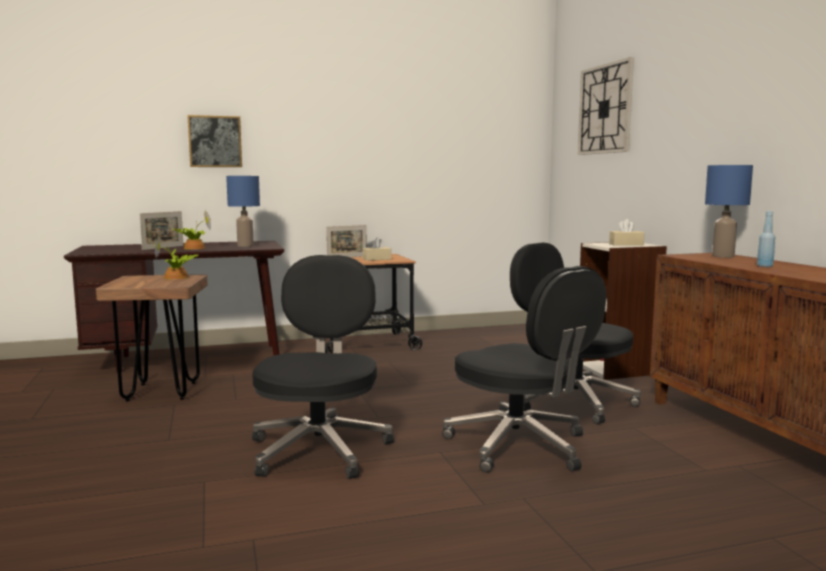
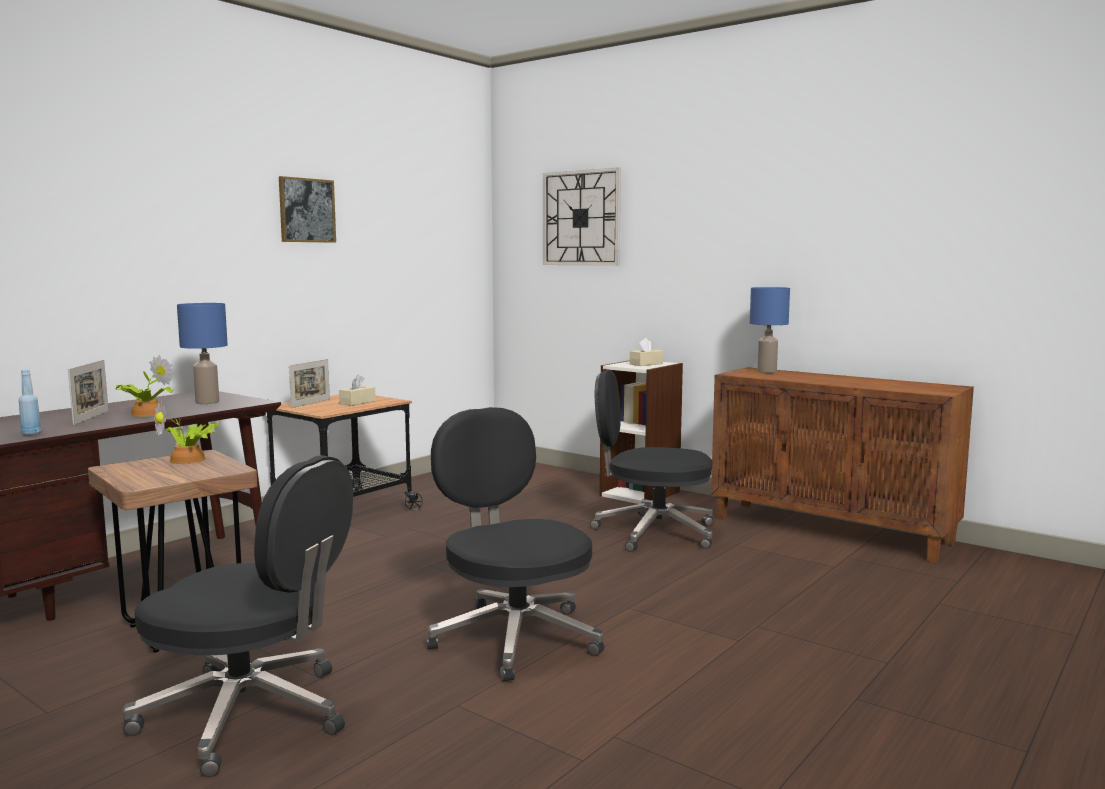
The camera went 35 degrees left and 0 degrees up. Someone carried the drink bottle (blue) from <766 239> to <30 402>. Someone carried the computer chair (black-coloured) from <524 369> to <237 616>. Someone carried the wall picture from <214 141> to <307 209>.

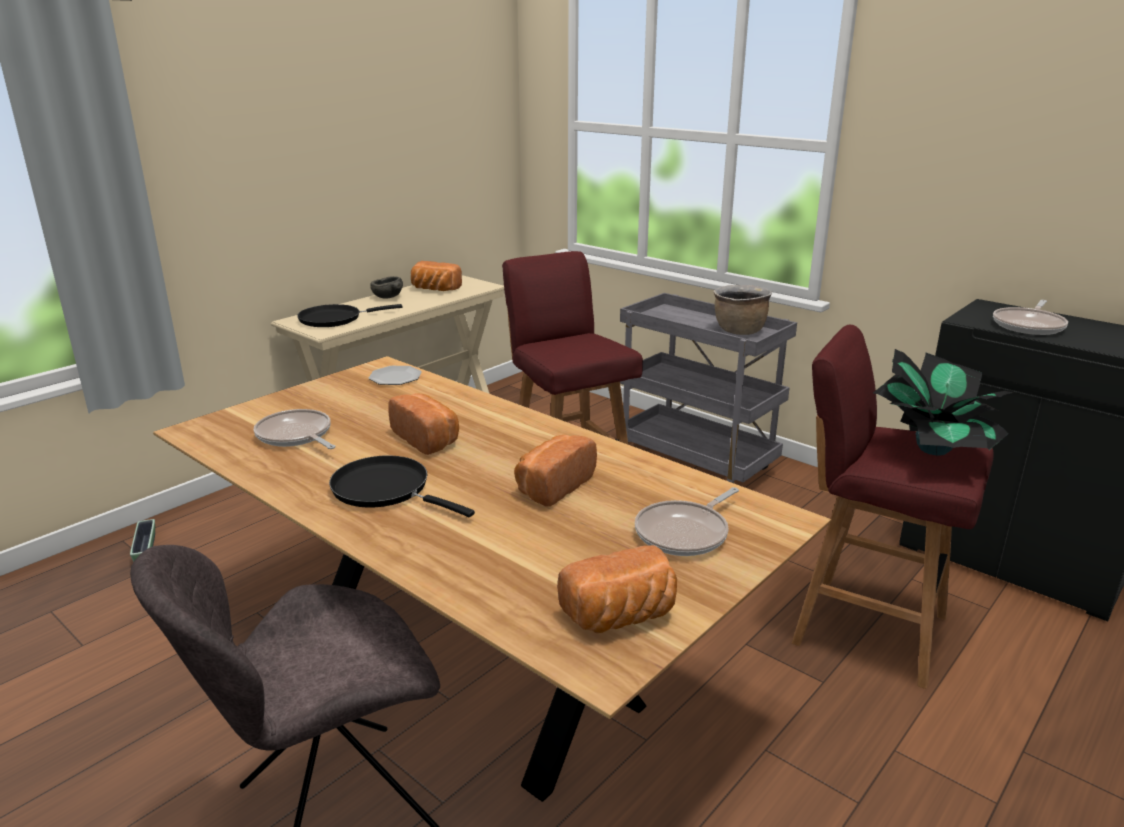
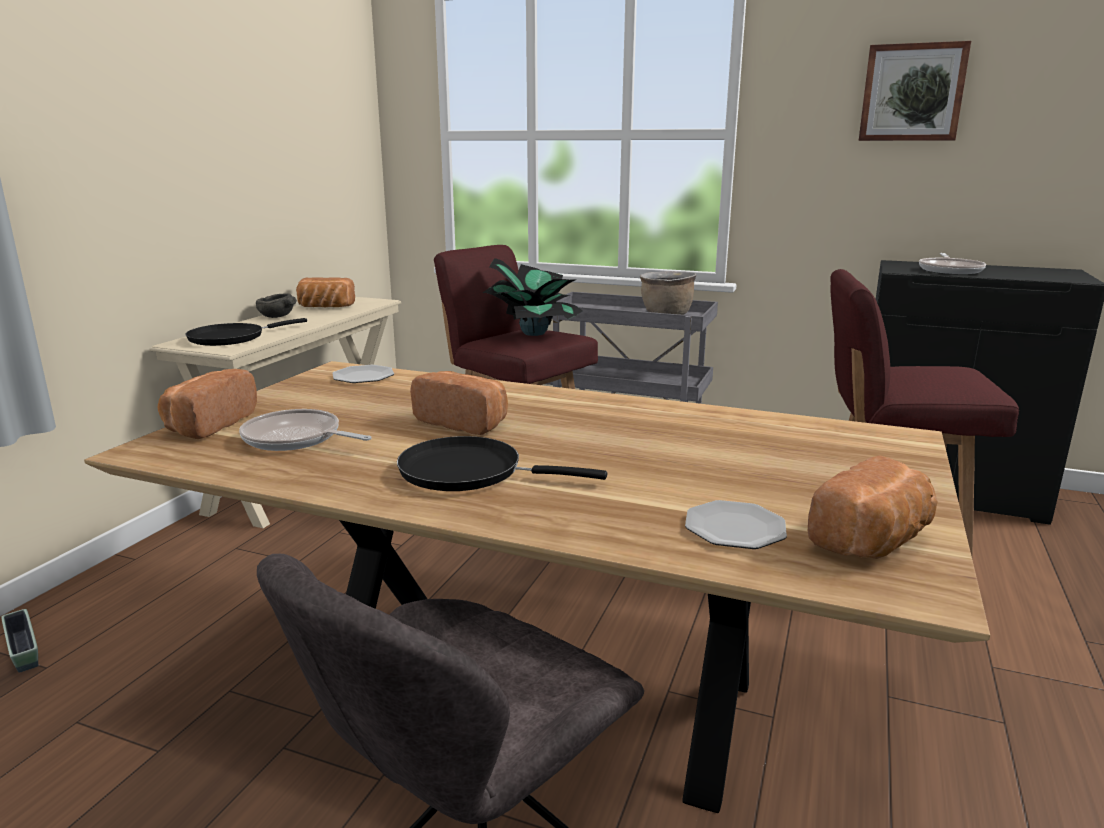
The camera went 20 degrees left and 5 degrees down. Someone carried the baked bread from <555 470> to <207 404>. Someone carried the plant in a pot from <943 402> to <533 297>. Someone put down the plate at <736 524>. Someone put up the wall picture at <915 91>. Someone took away the pan at <687 521>.

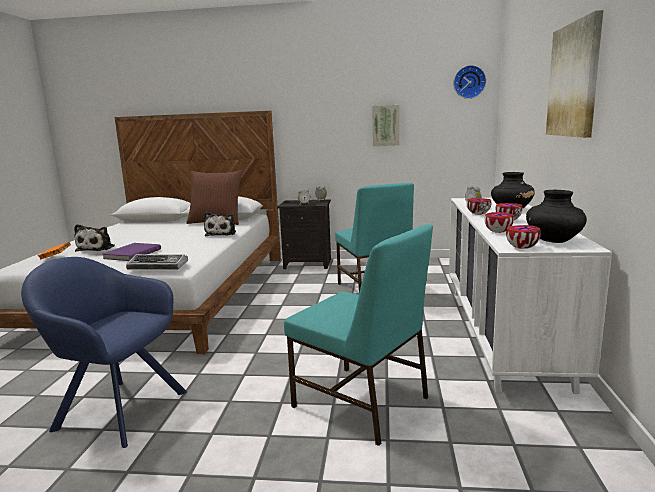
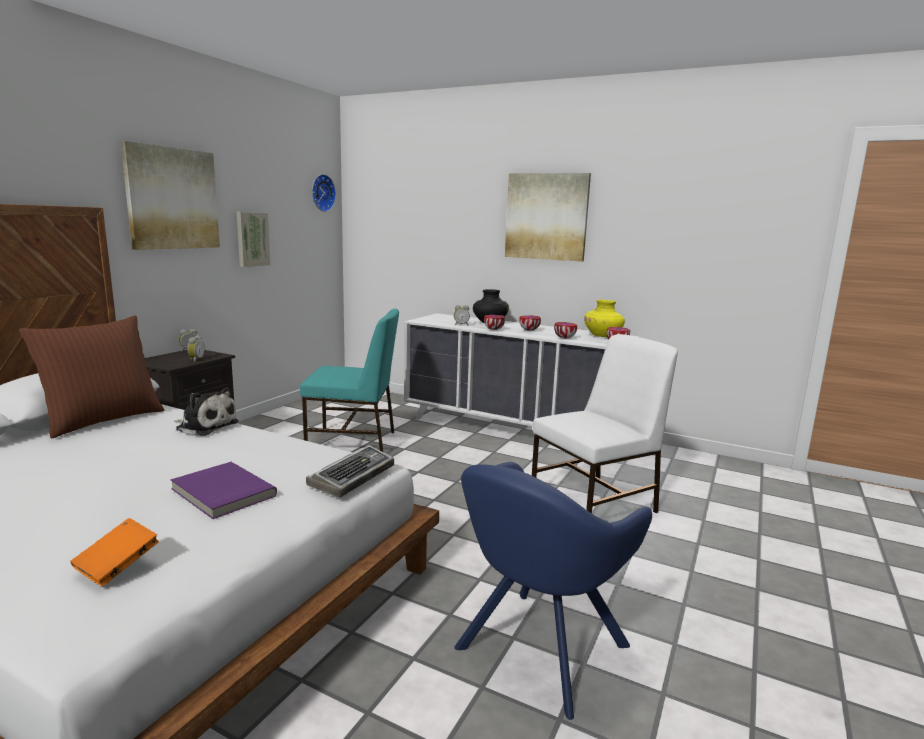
The camera went 70 degrees left and 0 degrees up. Someone put up the wall picture at <170 195>. Someone repainted the plain chair (turquoise-coloured) at <358 335>, which became the plain chair (whitish) at <605 424>. Someone repainted the decorative vase (black-coloured) at <556 216>, which became the decorative vase (yellowish) at <604 318>. Someone took away the plush toy at <94 238>.

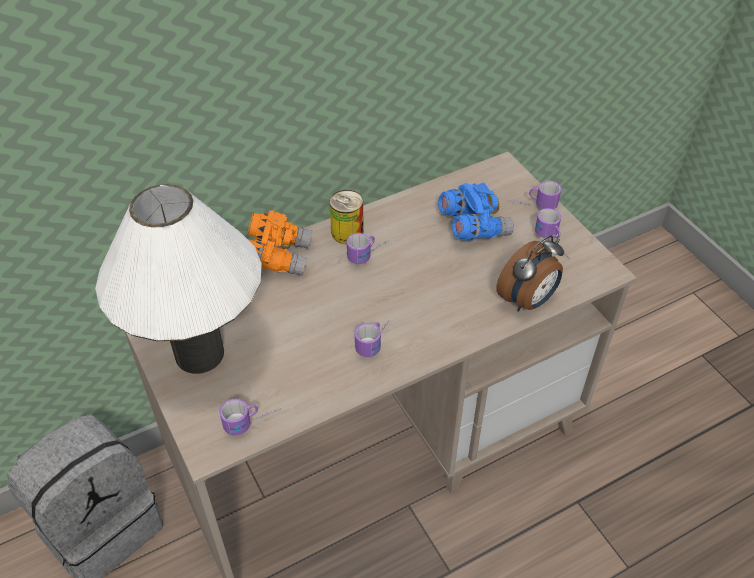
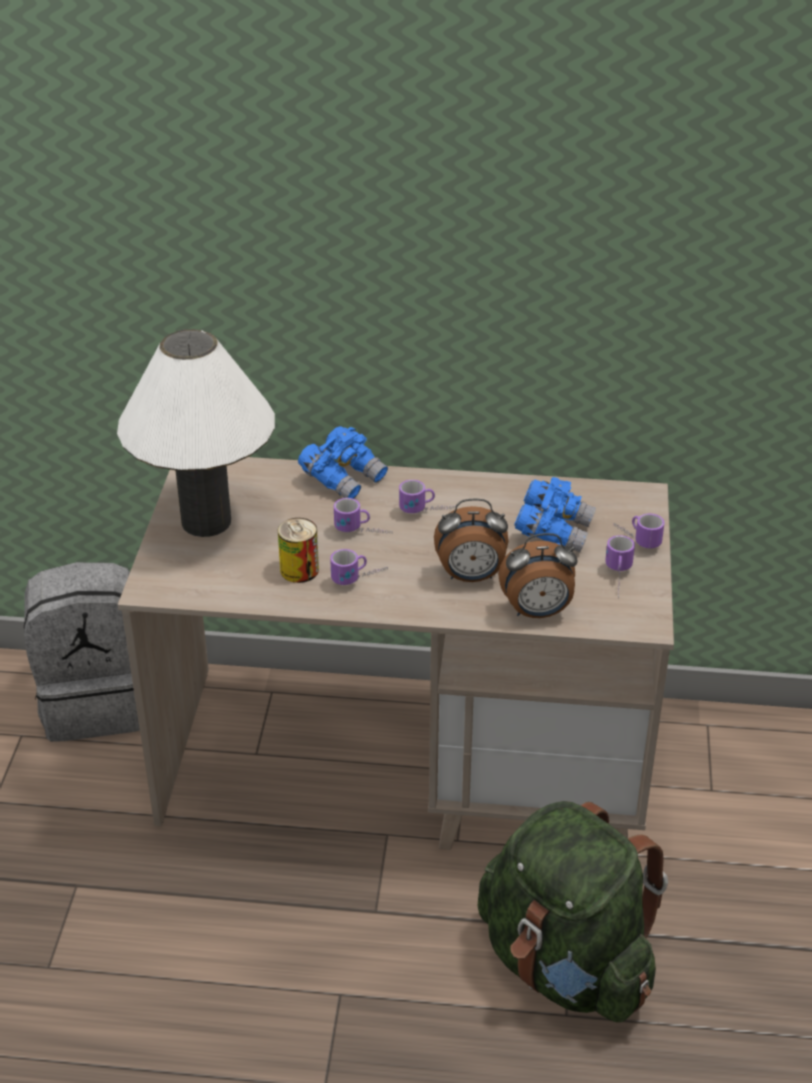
The camera went 35 degrees right and 10 degrees down. Someone carried the sealed can from <347 217> to <298 550>. Someone repainted the field glasses (orange) at <280 243>, which became the field glasses (blue) at <343 462>. Someone carried the tea mug from <250 417> to <363 516>. Someone put down the bedside clock at <471 540>. Someone put down the rucksack (green-coloured) at <573 912>.

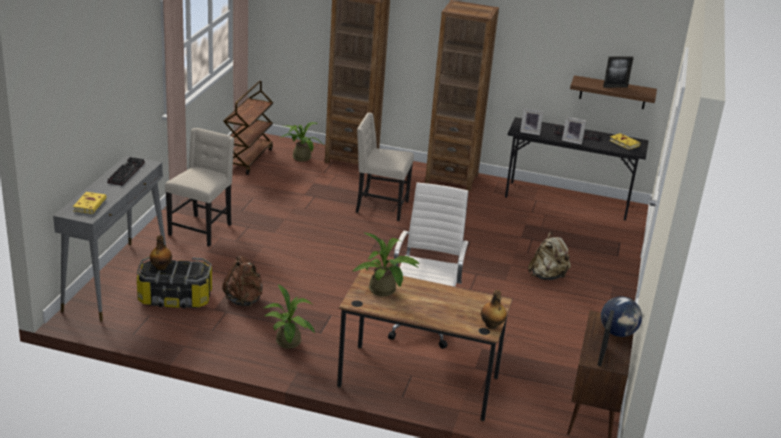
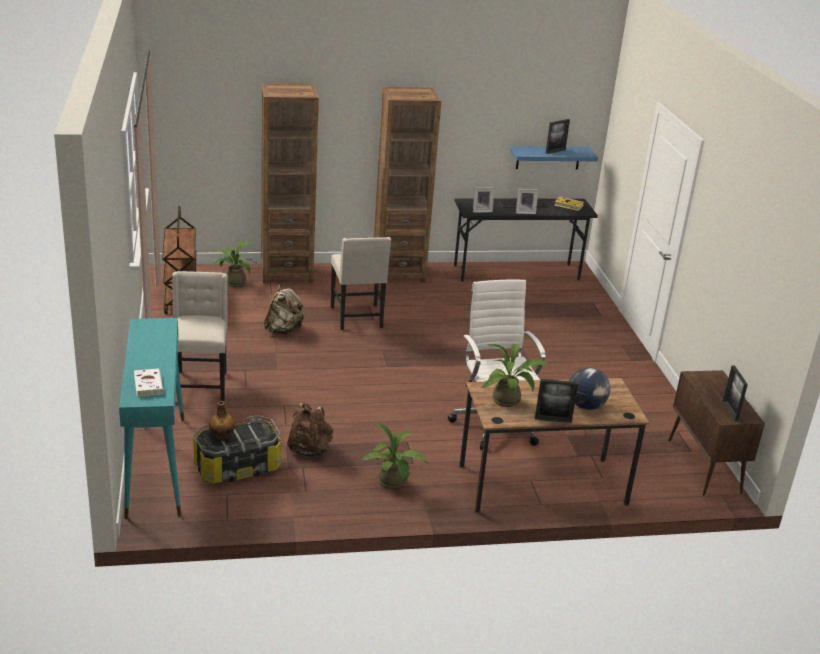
The camera went 25 degrees left and 0 degrees up. Someone repainted the narrow table (gray) at <109 238>, which became the narrow table (turquoise-coloured) at <151 418>. Someone repainted the bound book (yellowish) at <89 203>, which became the bound book (whitish) at <149 382>. Someone carried the rucksack (beige-coloured) from <549 256> to <284 309>. Someone rotated the plain chair (beige-coloured) at <385 167> by 90 degrees counterclockwise. Someone repainted the wall shelf (brownish) at <613 92>, which became the wall shelf (blue) at <554 157>. Someone put down the picture frame at <556 401>. Someone carried the desk globe from <621 316> to <589 389>. Someone took away the PC keyboard at <126 171>. Someone took away the drink bottle at <494 309>.

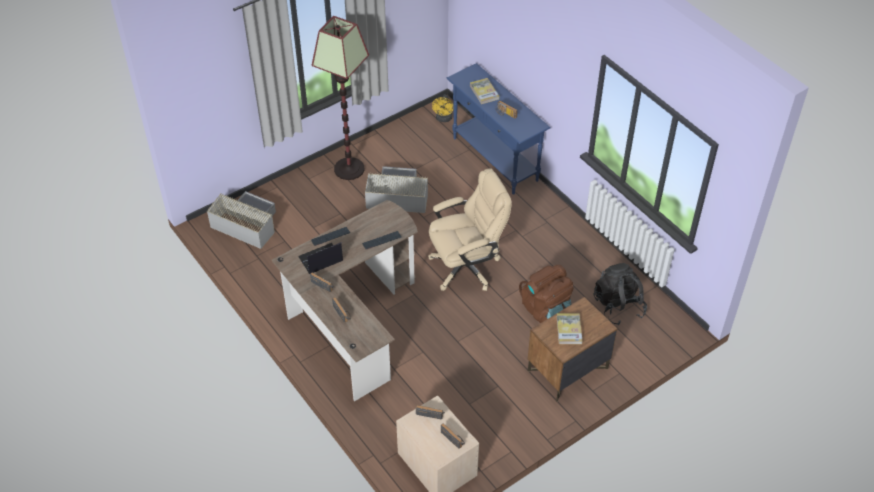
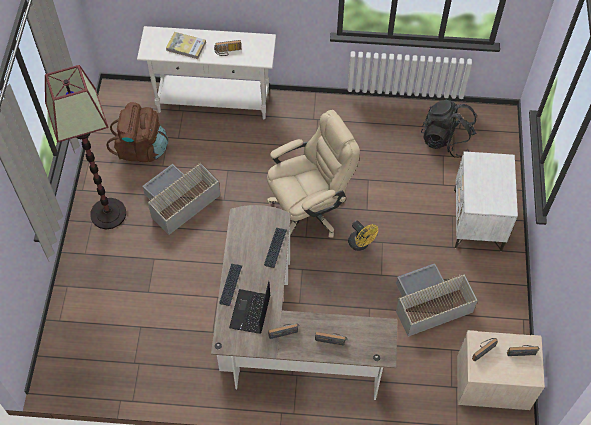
The camera went 50 degrees left and 10 degrees up. Someone carried the rucksack (brownish) from <546 294> to <137 132>. Someone repainted the narrow table (blue) at <499 129>, which became the narrow table (whitish) at <206 72>. Someone rotated the computer chair (beige-coloured) at <470 229> by 45 degrees clockwise. Someone carried the fan (yellowish) from <442 108> to <363 236>. Someone carried the storage bin (gray) from <241 220> to <437 300>. Someone repainted the bedside table (brownish) at <573 349>, which became the bedside table (whitish) at <486 201>. Someone took away the bound book at <569 328>.

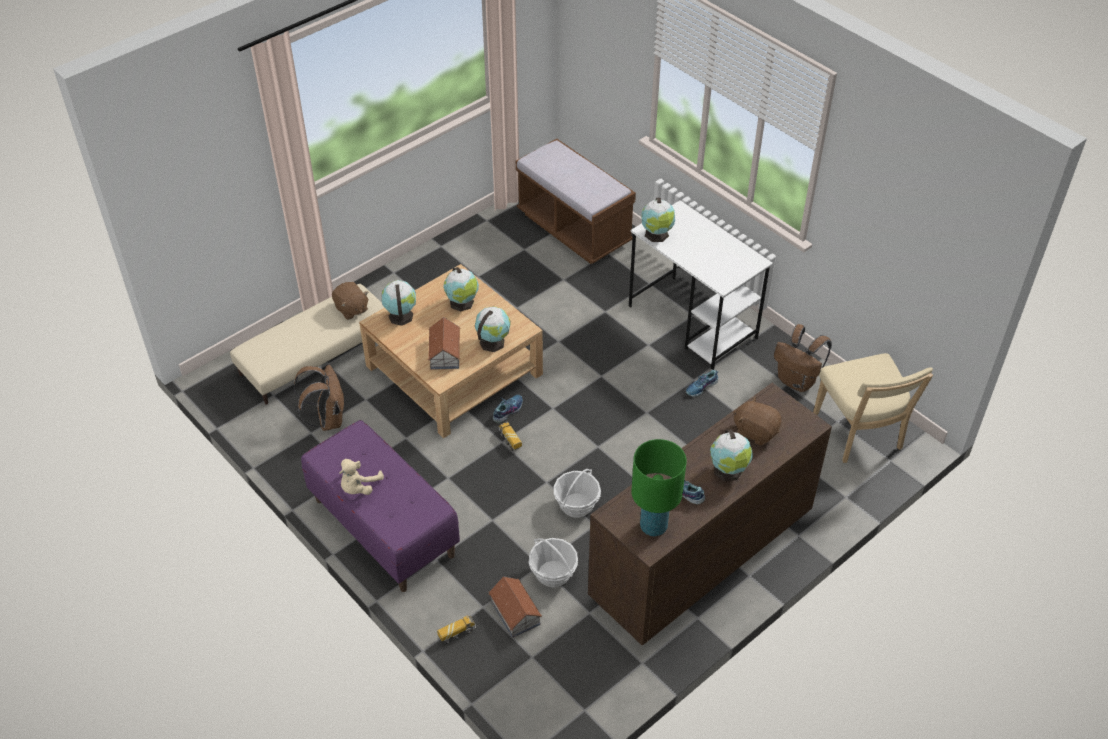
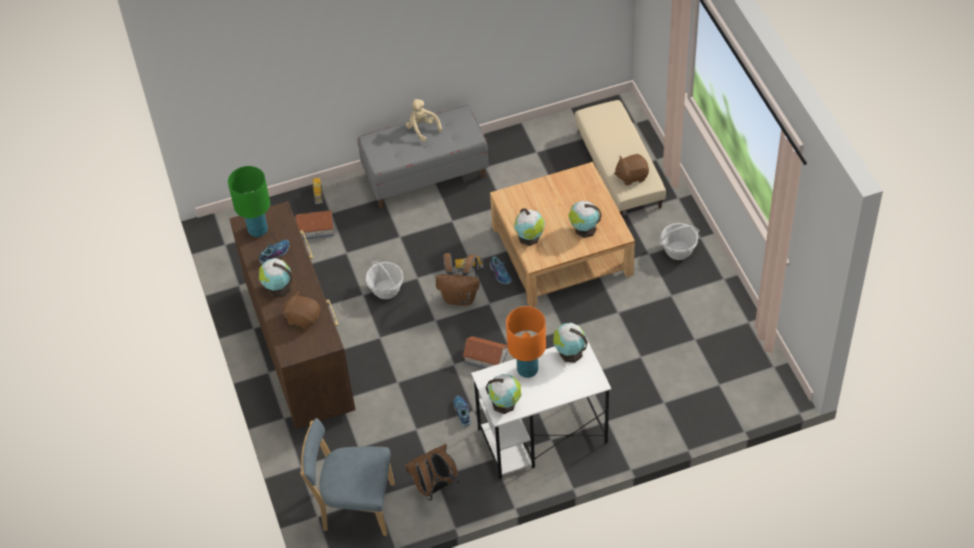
The camera went 115 degrees right and 5 degrees up. Someone rotated the plush toy (brownish) at <757 421> by 120 degrees counterclockwise. Someone repainted the plain chair (beige-coloured) at <873 408>, which became the plain chair (blue) at <347 477>. Someone repainted the bench (purple) at <380 506>, which became the bench (gray) at <423 156>. Someone carried the rucksack (brownish) from <318 398> to <457 279>. Someone carried the miniature house from <444 343> to <485 352>. Someone carried the desk globe from <399 303> to <503 394>. Someone put down the tabletop lamp (orange) at <526 342>. Someone carried the basket from <553 563> to <679 241>. Someone took away the bench (brownish) at <576 201>.

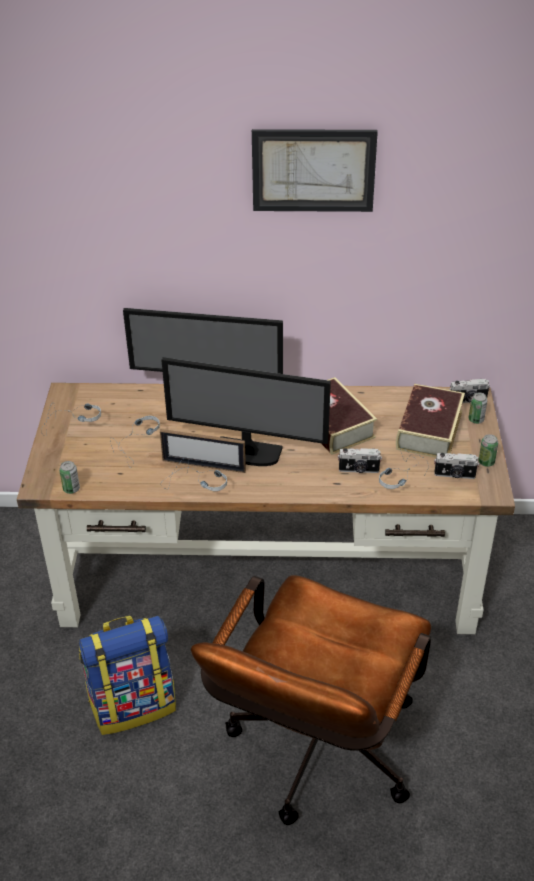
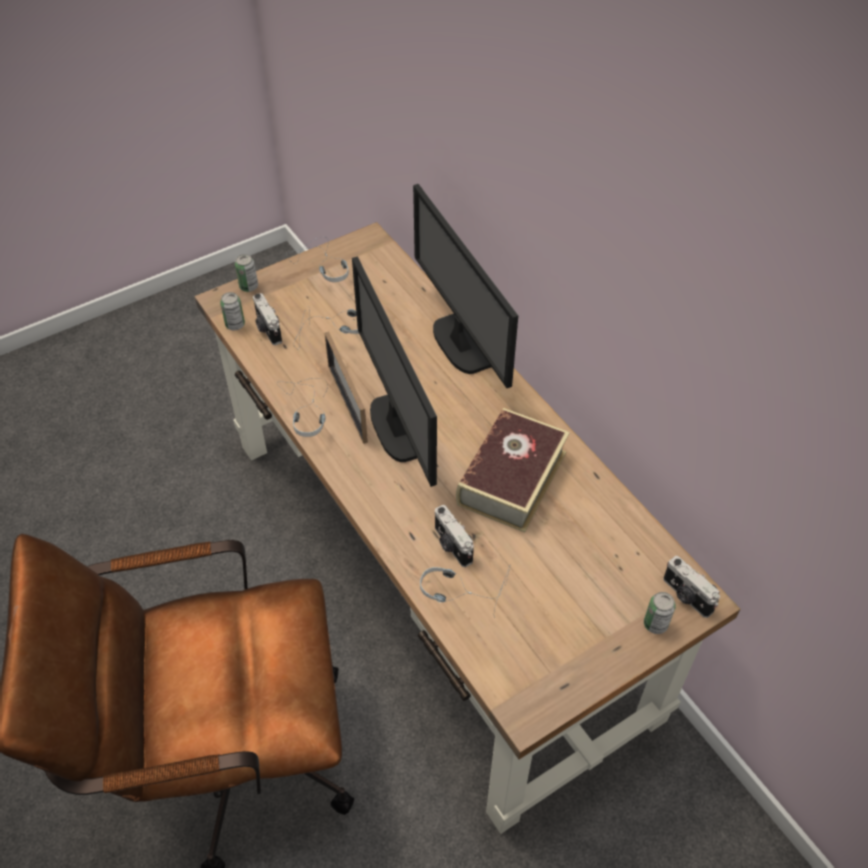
The camera went 55 degrees right and 10 degrees up. Someone carried the sealed can from <488 450> to <246 273>. Someone carried the still camera from <456 466> to <267 319>. Someone took away the rucksack at <127 675>. Someone took away the wall picture at <315 170>. Someone took away the bound book at <430 421>.

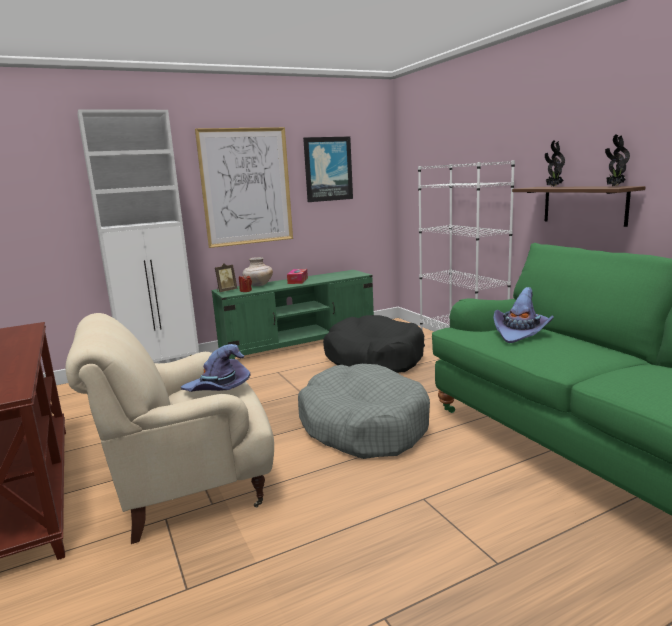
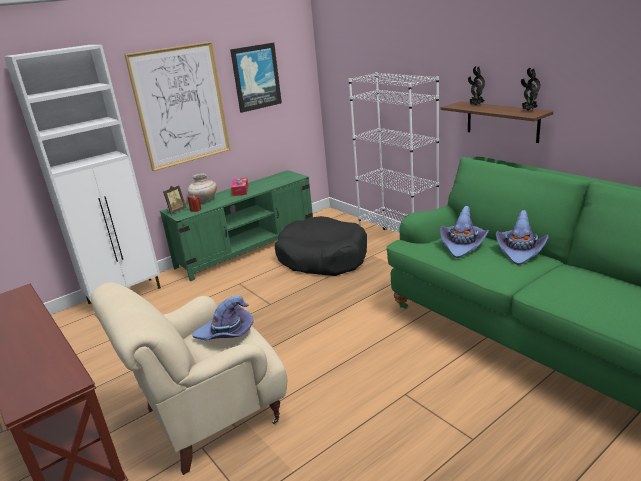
The camera went 10 degrees left and 10 degrees up. Someone put down the clothing hat (purple) at <522 237>. Someone took away the dog bed (gray) at <364 411>.

